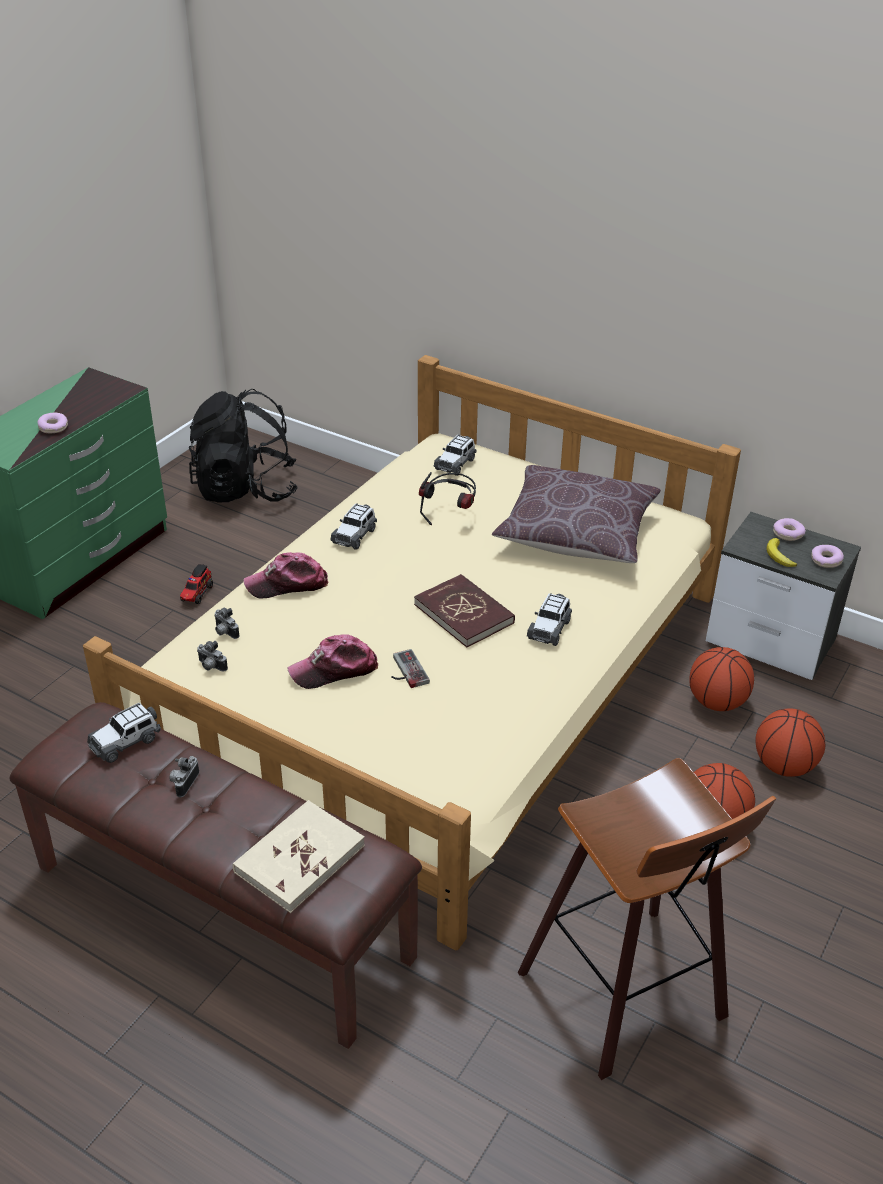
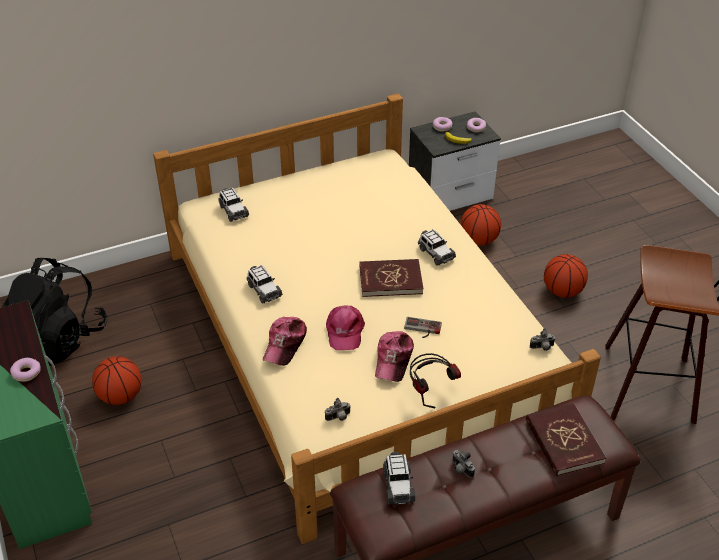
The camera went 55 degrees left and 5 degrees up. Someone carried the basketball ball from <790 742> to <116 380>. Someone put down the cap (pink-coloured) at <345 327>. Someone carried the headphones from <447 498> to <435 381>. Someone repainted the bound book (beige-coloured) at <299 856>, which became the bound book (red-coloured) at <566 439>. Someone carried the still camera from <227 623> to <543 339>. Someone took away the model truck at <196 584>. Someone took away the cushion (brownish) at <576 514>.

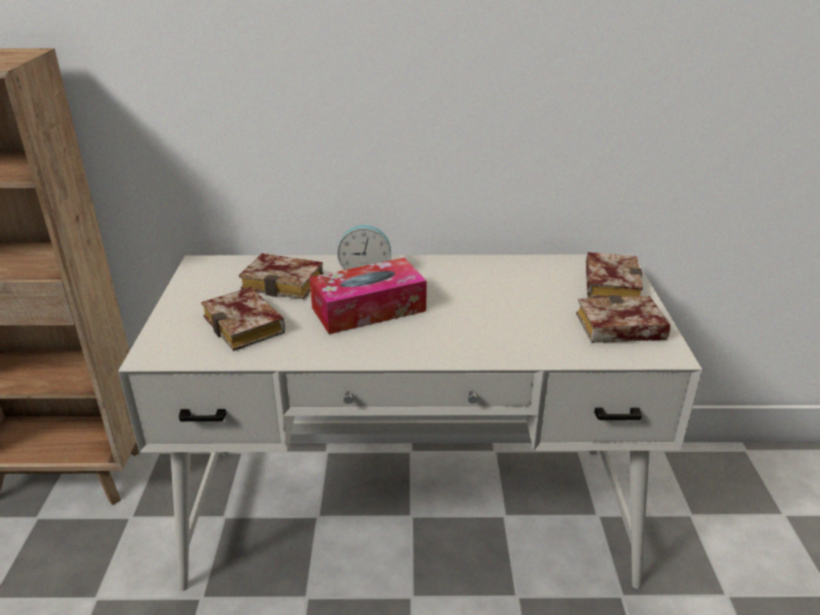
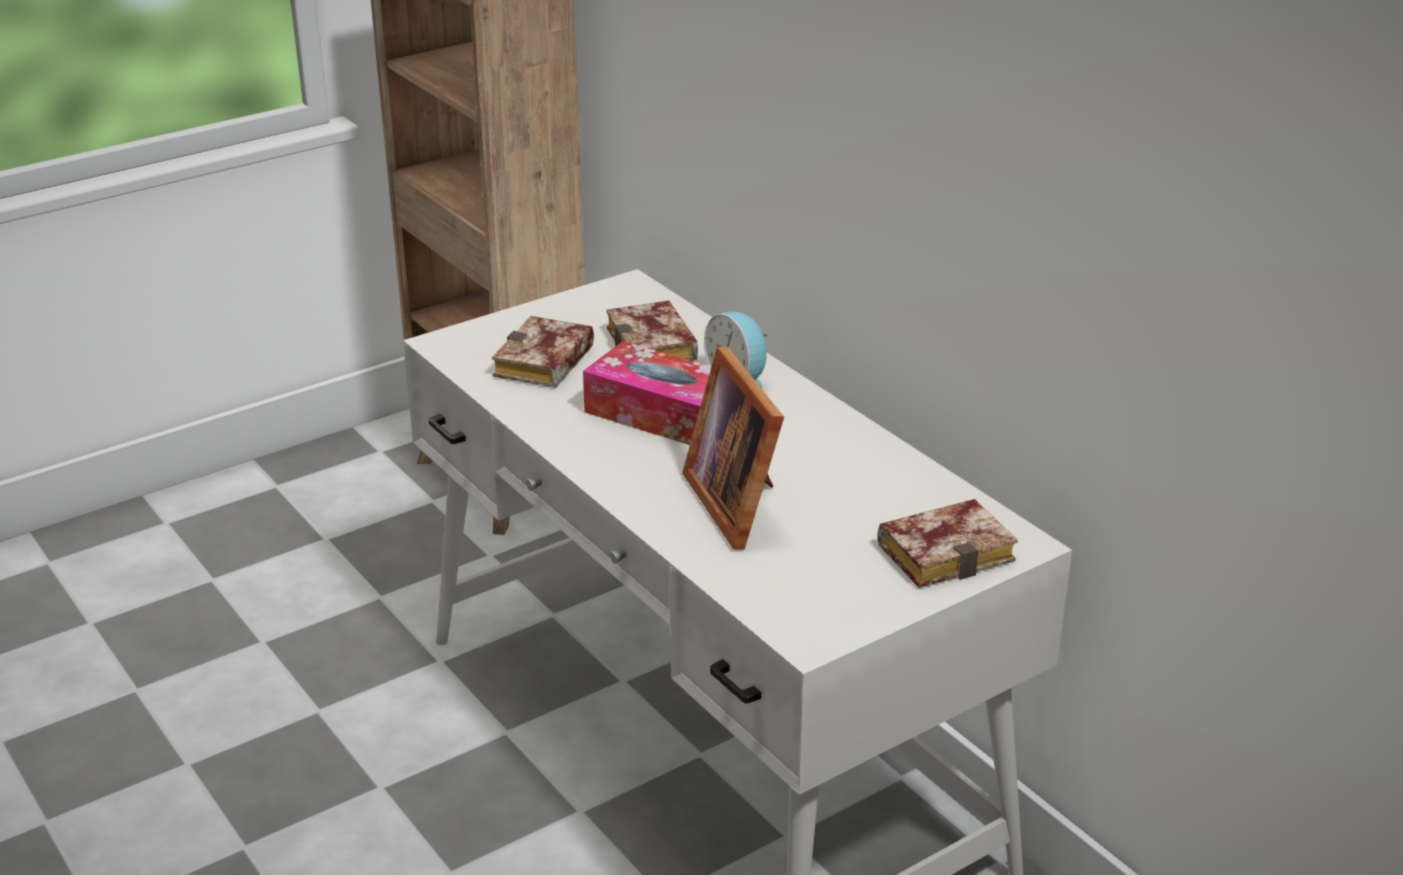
The camera went 55 degrees right and 0 degrees up. Someone put down the picture frame at <733 448>. Someone took away the bound book at <623 319>.

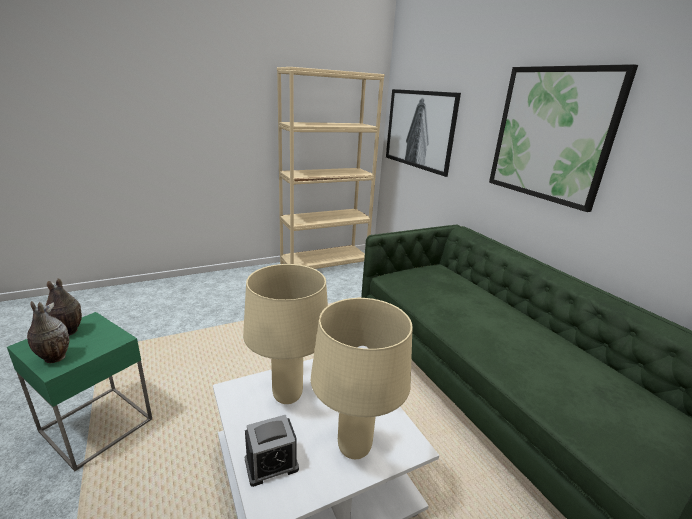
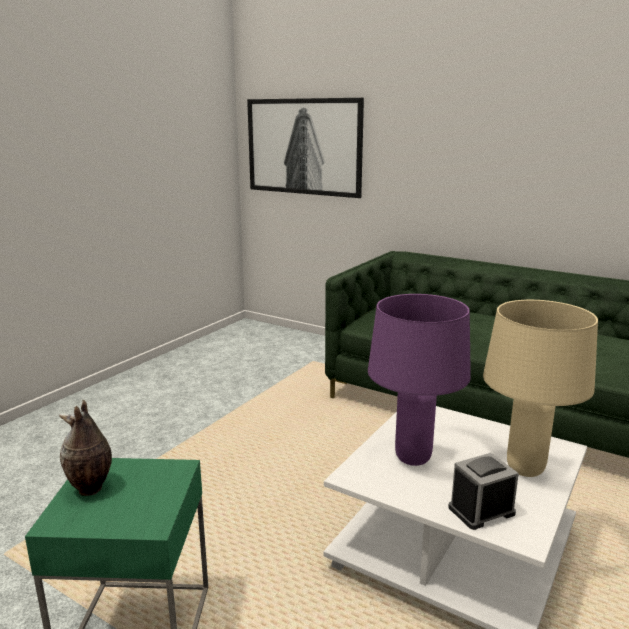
The camera went 30 degrees left and 5 degrees down. Someone repainted the tabletop lamp (beige-coloured) at <285 334>, which became the tabletop lamp (purple) at <419 380>. Someone rotated the bedside clock at <272 451> by 150 degrees counterclockwise. Someone took away the decorative vase at <48 332>. Someone took away the bookcase (beige-coloured) at <331 168>. Someone took away the wall picture at <563 138>.

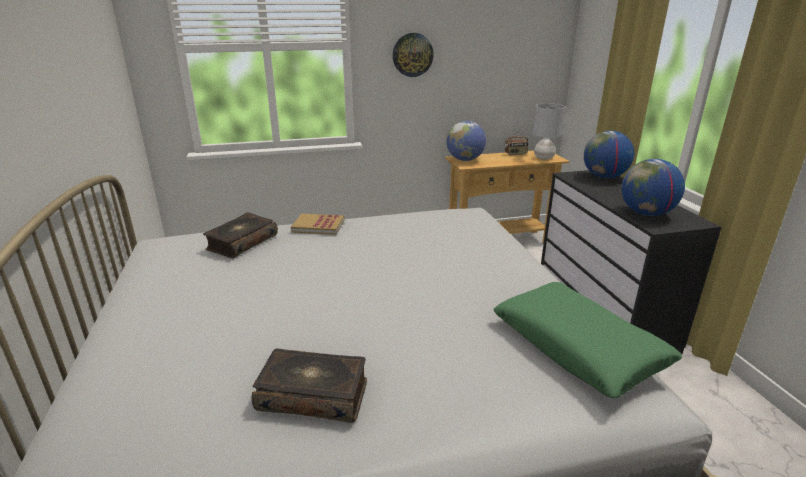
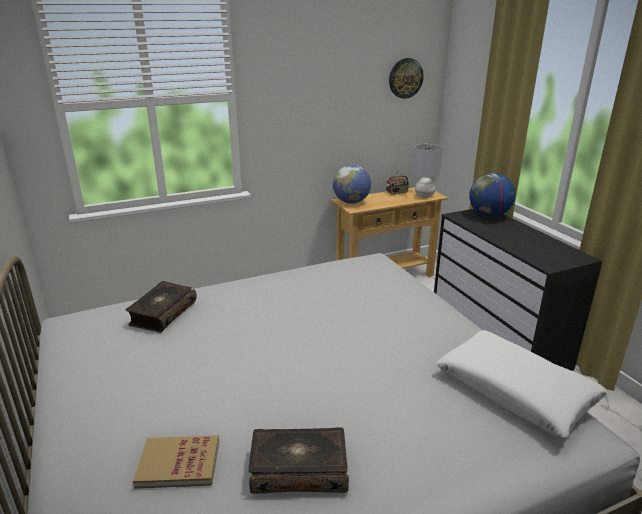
The camera went 10 degrees left and 0 degrees up. Someone carried the bound book from <317 224> to <176 462>. Someone carried the clock on the wall from <413 55> to <406 78>. Someone repainted the cushion (green-coloured) at <587 340>, which became the cushion (whitish) at <522 384>. Someone took away the desk globe at <653 187>.

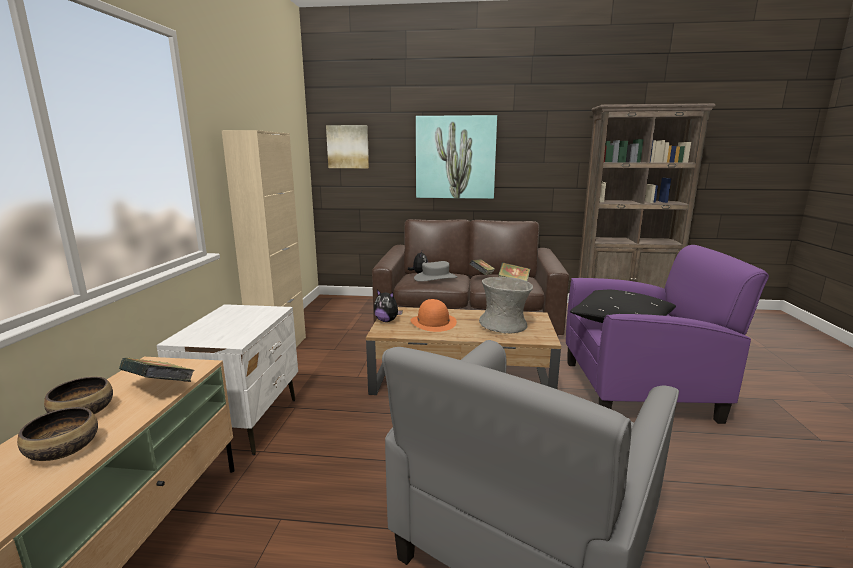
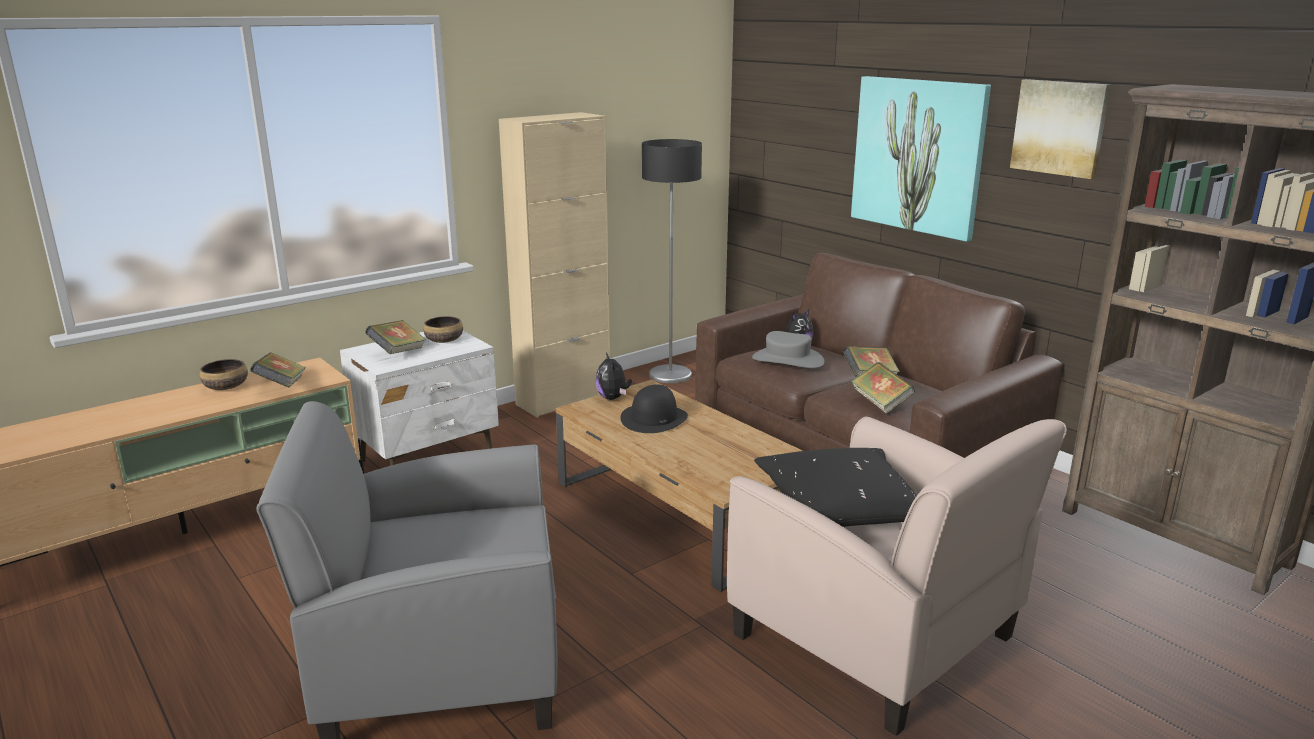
The camera went 45 degrees right and 5 degrees up. Someone put down the bound book at <396 337>. Someone carried the bowl from <57 434> to <443 329>. Someone repainted the clothing hat (orange) at <433 315>, which became the clothing hat (black-coloured) at <654 408>. Someone put down the floor lamp at <672 261>. Someone repainted the lounge chair (purple) at <667 334>, which became the lounge chair (beige-coloured) at <897 576>. Someone carried the wall picture from <347 146> to <1060 129>. Someone took away the decorative vase (gray) at <506 305>.

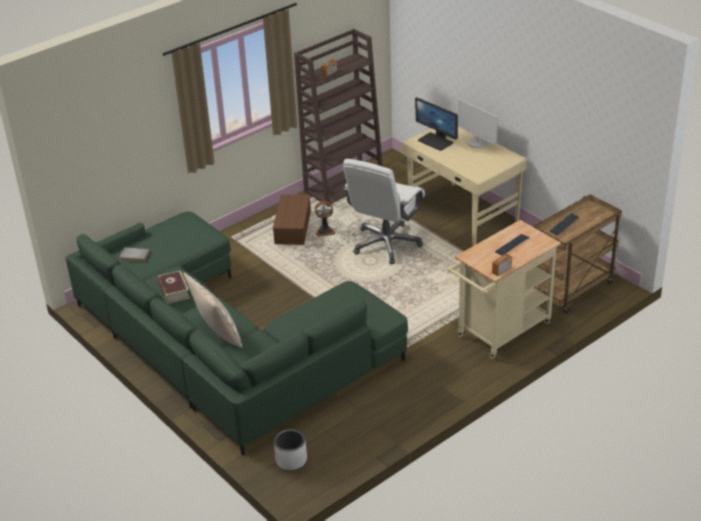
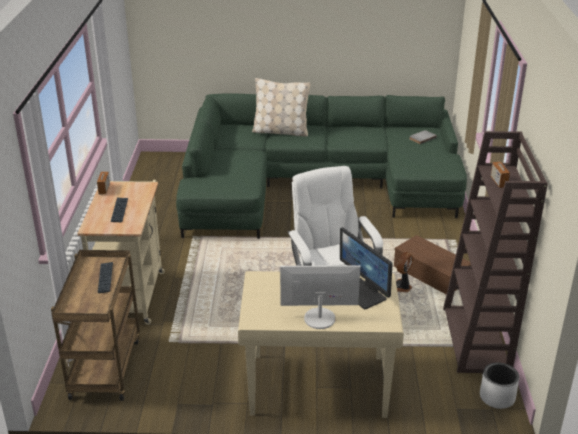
The camera went 130 degrees right and 5 degrees down. Someone rotated the monitor at <436 124> by 120 degrees counterclockwise. Someone carried the flower pot (whitish) from <290 449> to <499 385>. Someone took away the bound book at <174 287>.

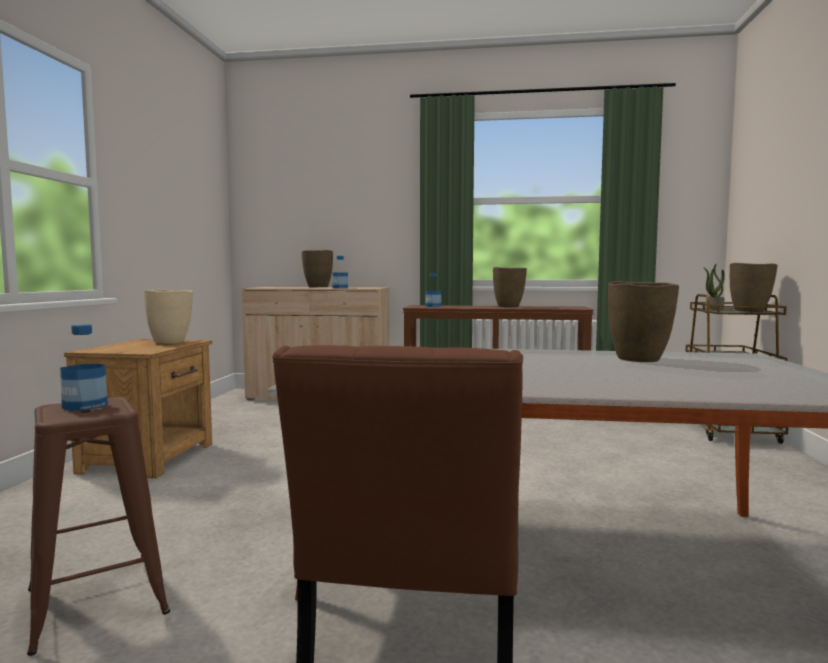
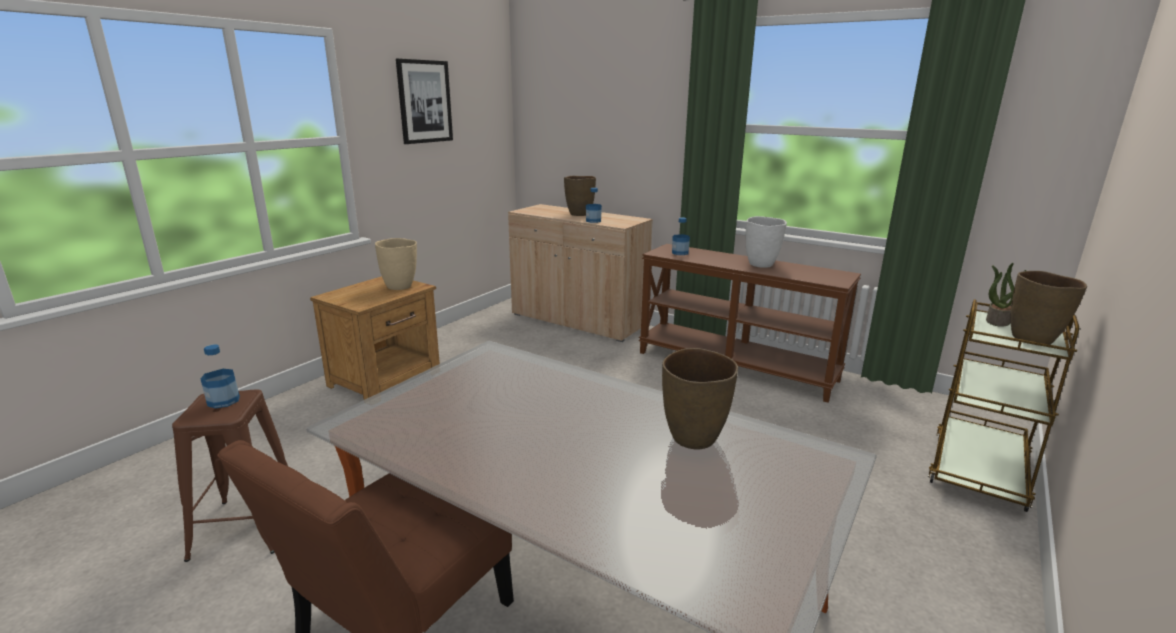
The camera went 25 degrees right and 15 degrees up. Someone put up the wall picture at <424 101>. Someone repainted the decorative vase (brownish) at <510 287>, which became the decorative vase (whitish) at <766 242>.

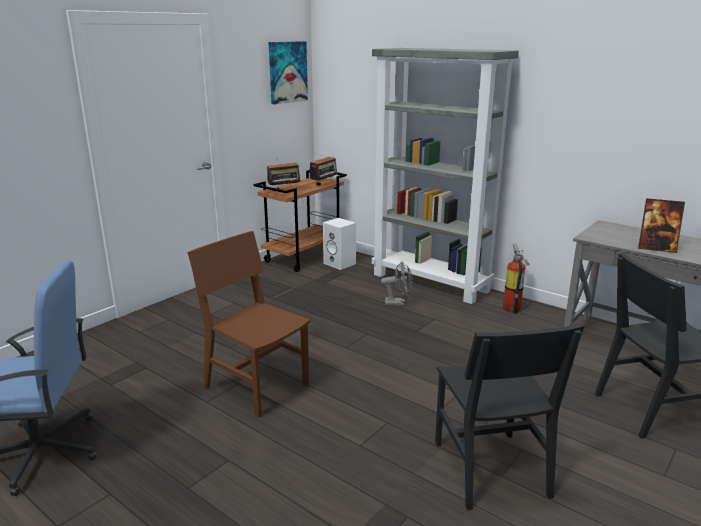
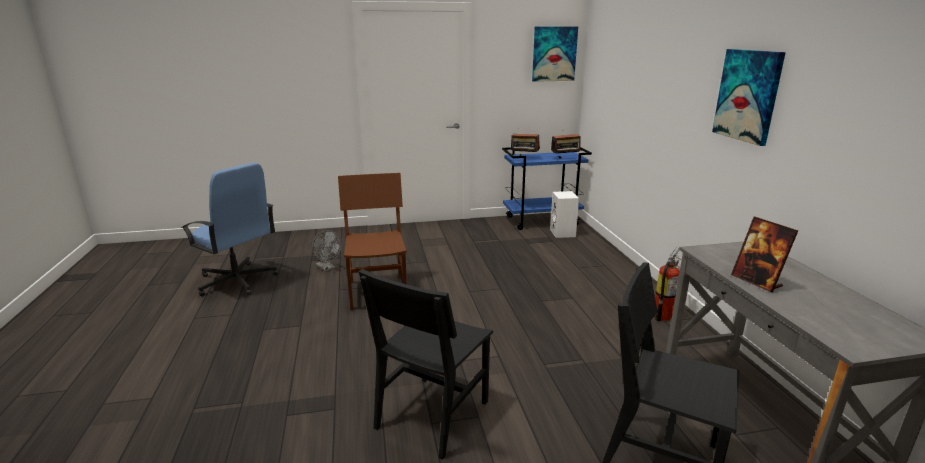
The camera went 40 degrees right and 0 degrees up. Someone carried the fan (gray) from <397 283> to <326 250>. Someone repainted the trolley (brownish) at <300 221>, which became the trolley (blue) at <547 188>. Someone put up the wall picture at <749 97>. Someone took away the bookcase (gray) at <445 176>.

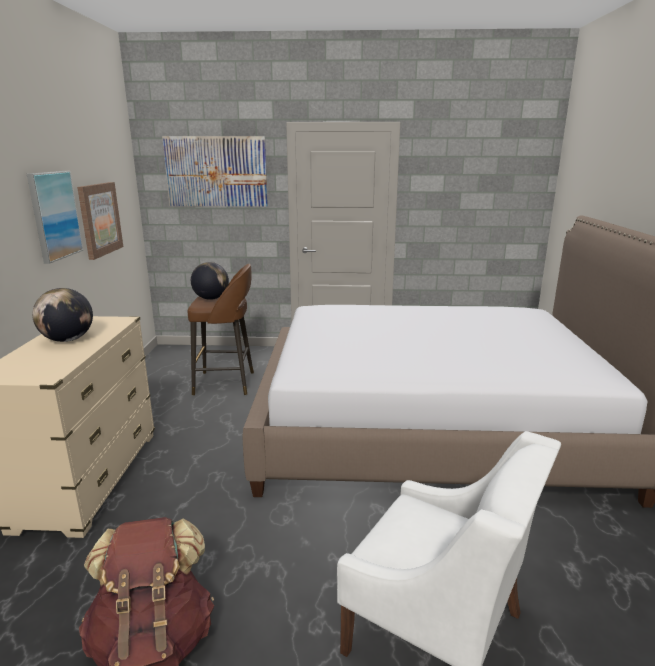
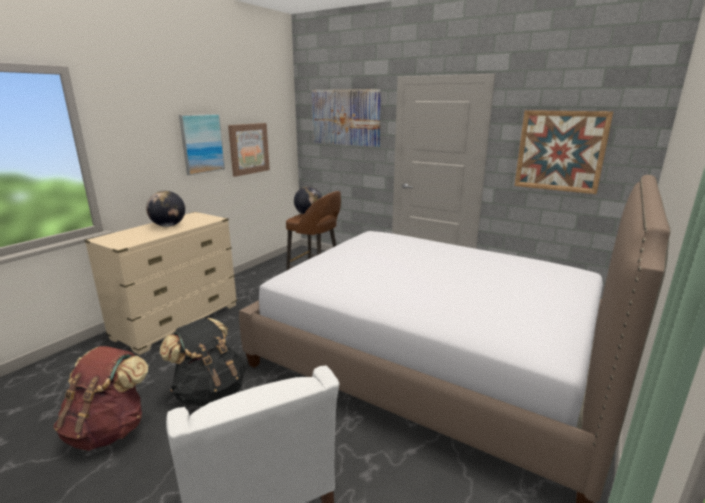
The camera went 30 degrees right and 0 degrees up. Someone put down the rucksack (black-coloured) at <202 362>. Someone put up the wall picture at <563 152>.

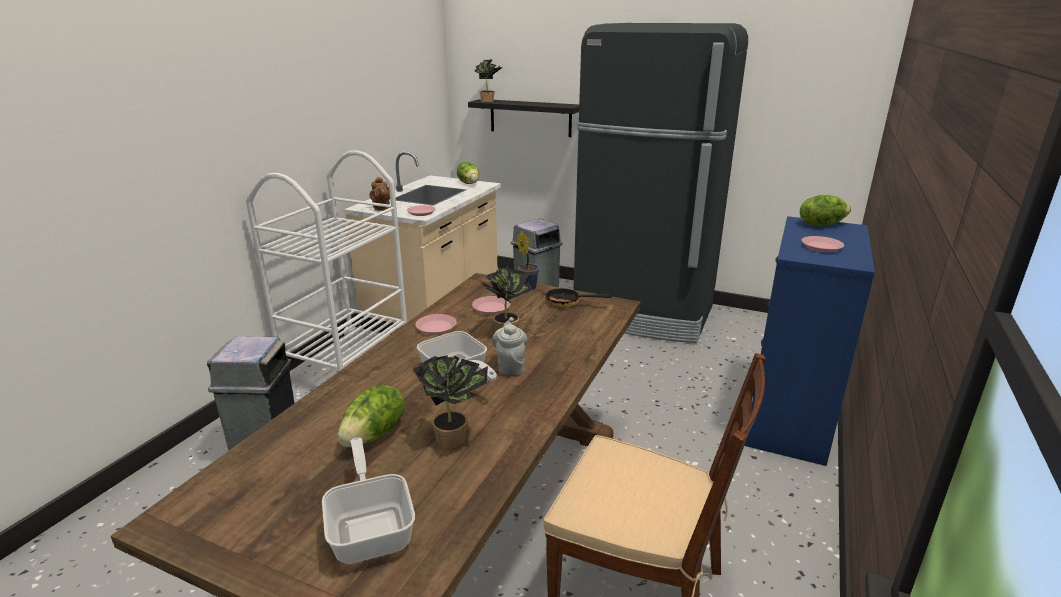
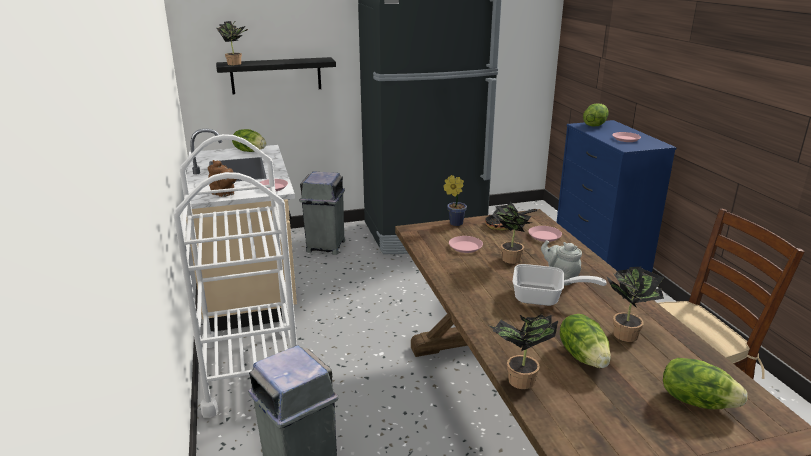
The camera went 40 degrees left and 0 degrees up. Someone put down the plant in a pot at <523 351>. Someone carried the plate (pink-coloured) from <436 324> to <545 234>. Someone swapped the pan at <368 501> for the head of lettuce at <705 383>.

